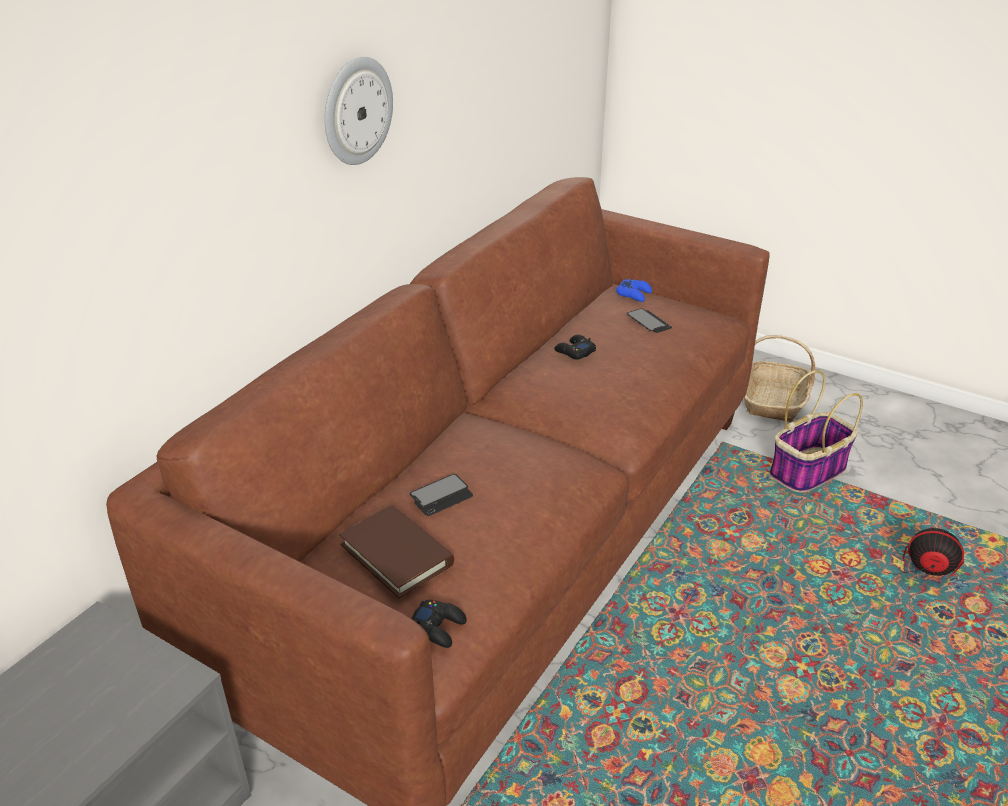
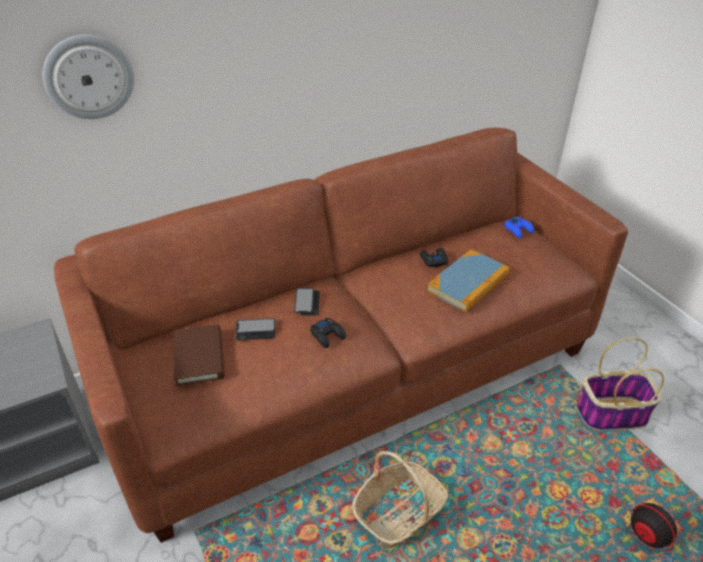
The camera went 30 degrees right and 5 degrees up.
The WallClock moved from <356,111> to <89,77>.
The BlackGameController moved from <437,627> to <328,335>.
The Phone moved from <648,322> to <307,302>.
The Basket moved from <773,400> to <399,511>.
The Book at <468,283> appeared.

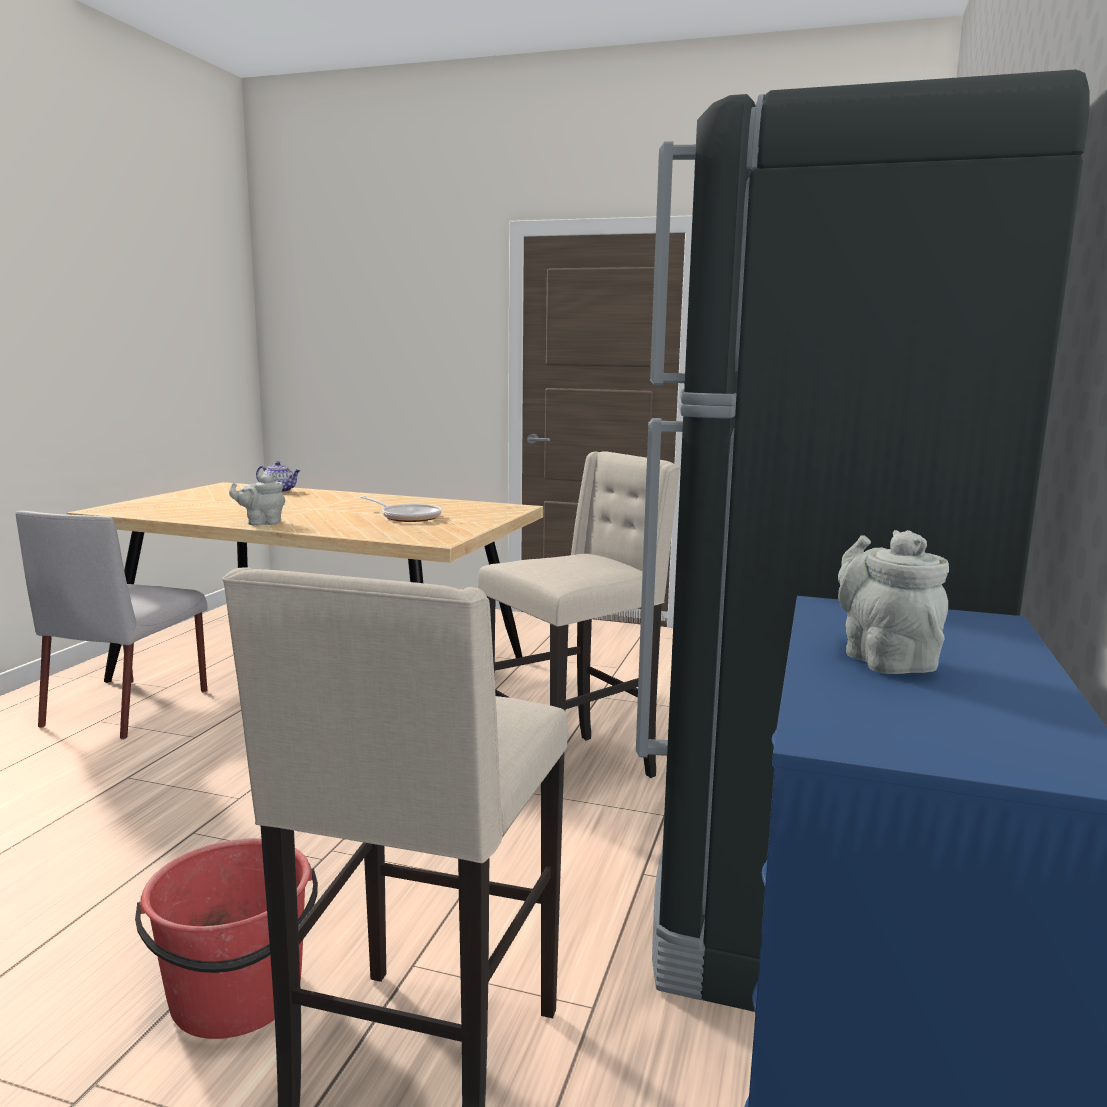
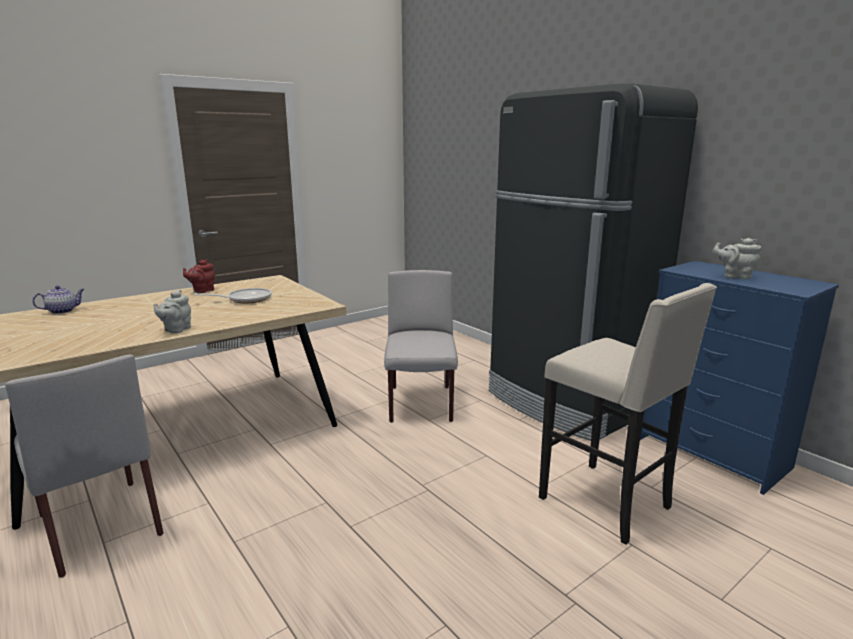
The camera went 55 degrees left and 5 degrees up.
The RedBucket at <237,996> disappeared.
The BeigeStool at <573,771> was replaced by the GreyChair at <421,404>.
The RedTeapot at <202,291> appeared.

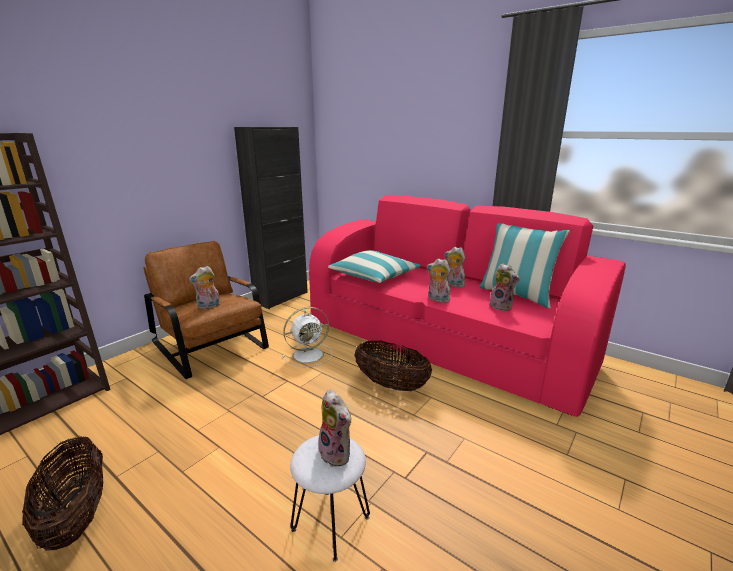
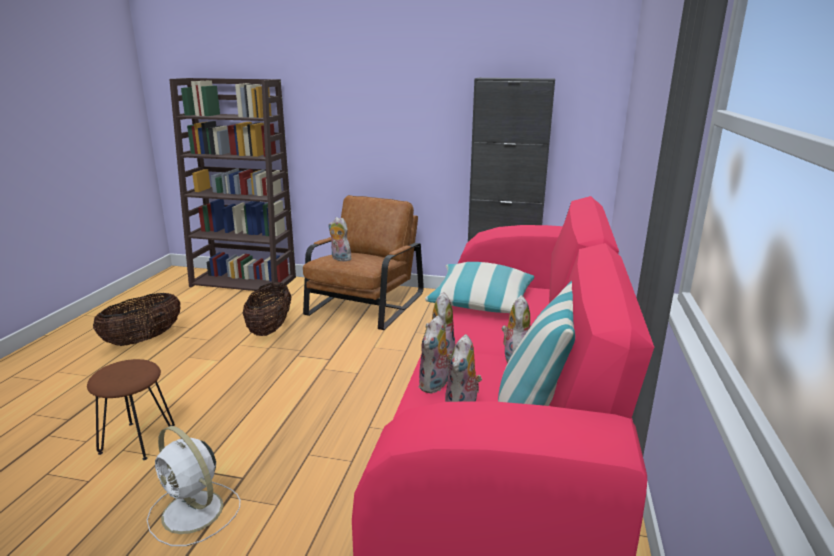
The camera went 65 degrees right and 0 degrees up.
The WhiteFan moved from <309,355> to <194,513>.
The WhiteStool at <330,523> became the BrownStool at <138,440>.
The PlushToy moved from <337,453> to <435,385>.
The Basket moved from <391,385> to <270,329>.

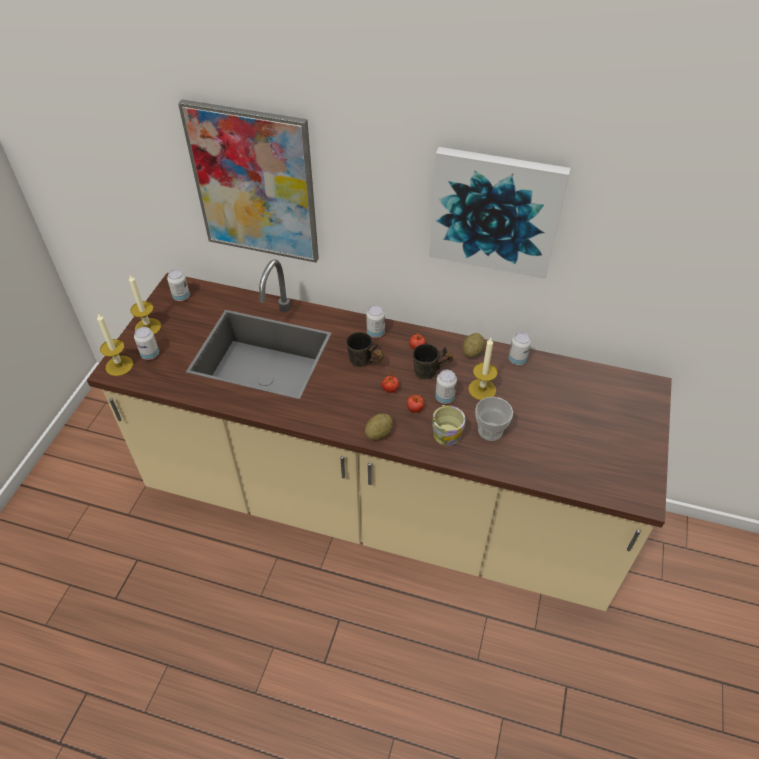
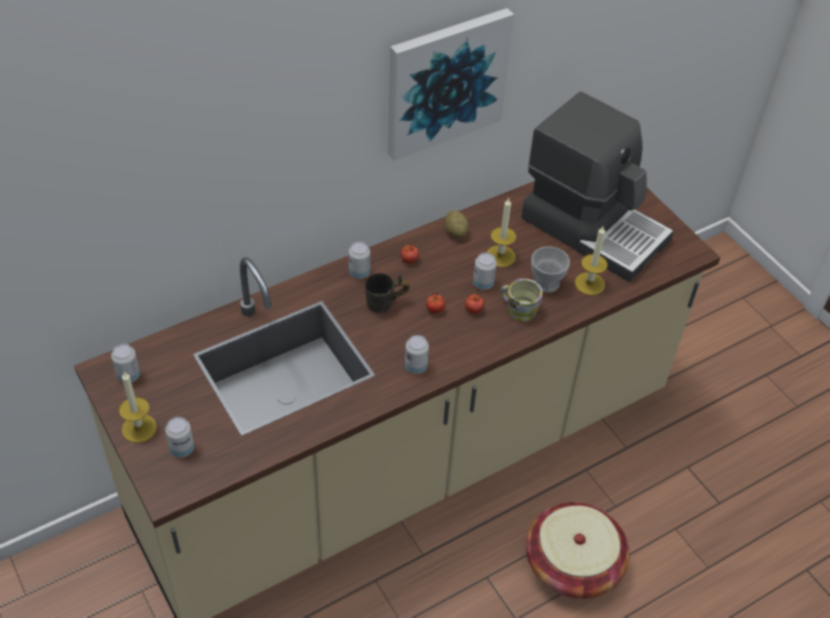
The camera went 50 degrees left and 0 degrees up.
The Candle moved from <119,365> to <589,284>.
The Picture at <254,184> disappeared.
The Potato at <378,433> disappeared.
The GreyMug at <431,373> disappeared.
The Can moved from <517,360> to <416,366>.
The CoffeeMachine at <594,227> appeared.
The Basket at <573,564> appeared.

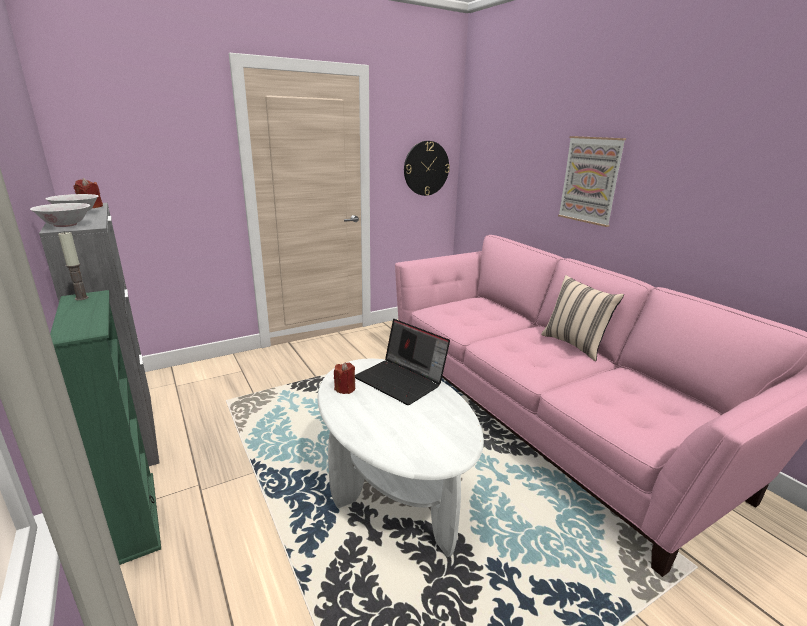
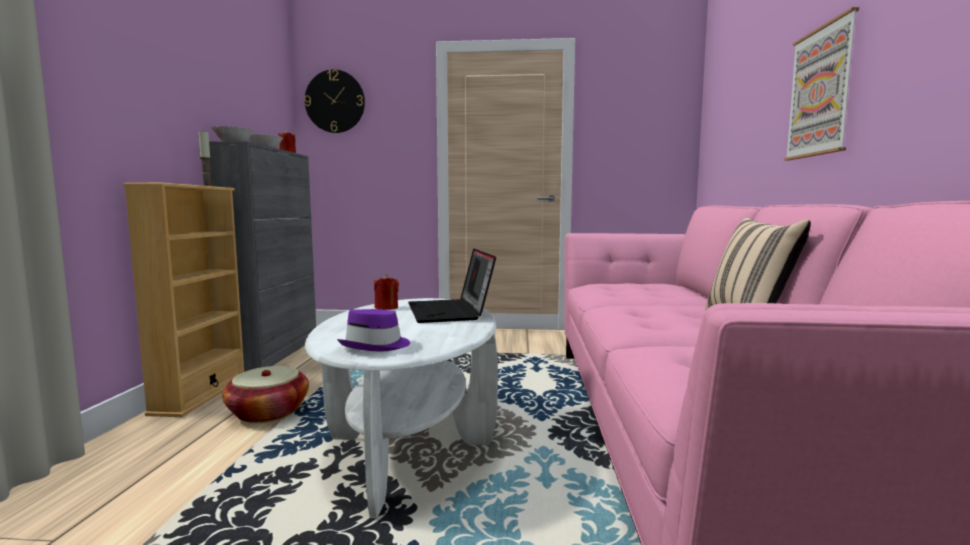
The camera went 35 degrees right and 15 degrees down.
The GreenBookcase at <135,516> became the BeigeBookcase at <200,394>.
The WallClock moved from <426,168> to <335,101>.
The Basket at <268,412> appeared.
The PurpleHat at <376,346> appeared.

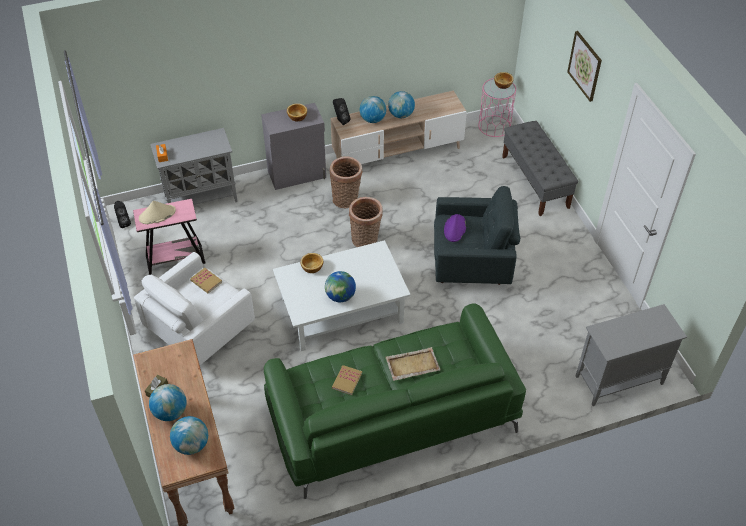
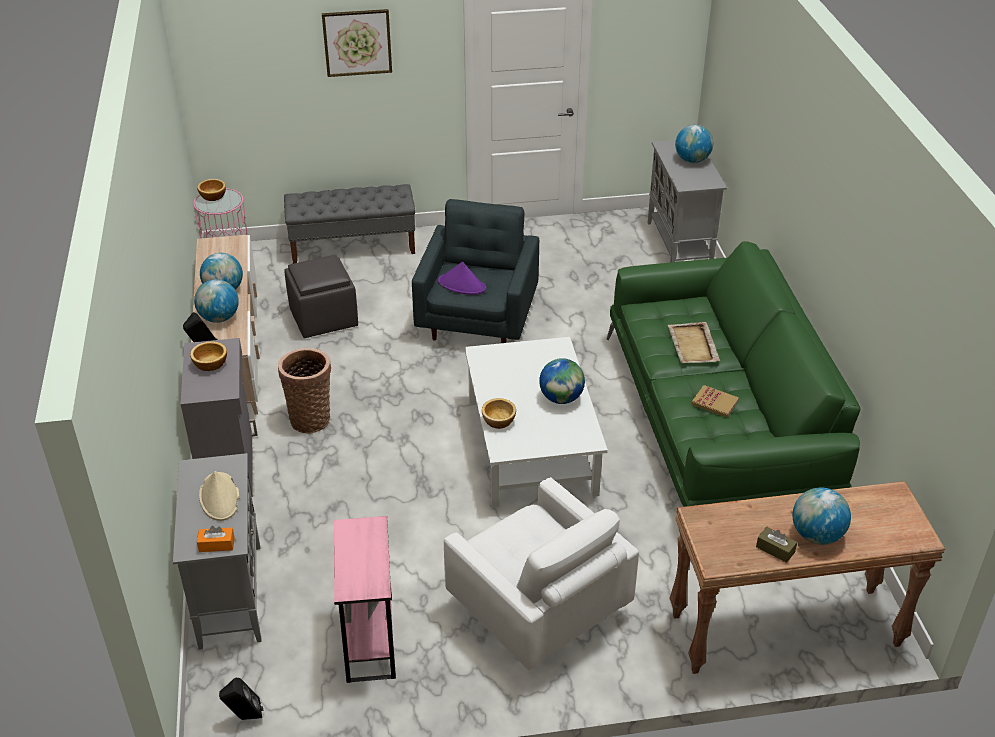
The camera went 80 degrees left and 10 degrees down.
The BeigeHat moved from <157,215> to <219,497>.
The Globe moved from <192,445> to <692,160>.
The Book at <206,281> disappeared.
The Basket at <366,240> disappeared.
The GreyOttoman at <324,317> appeared.

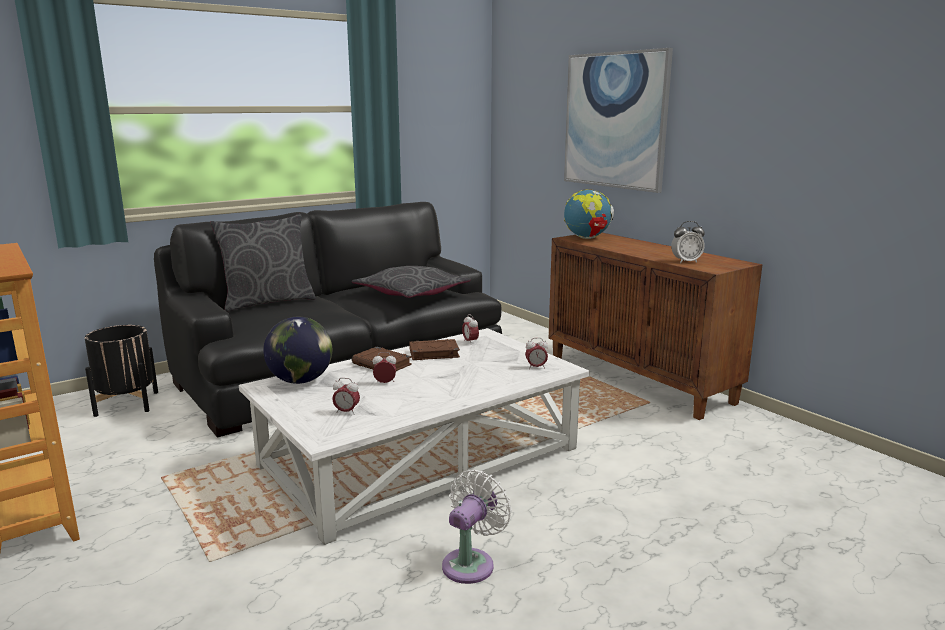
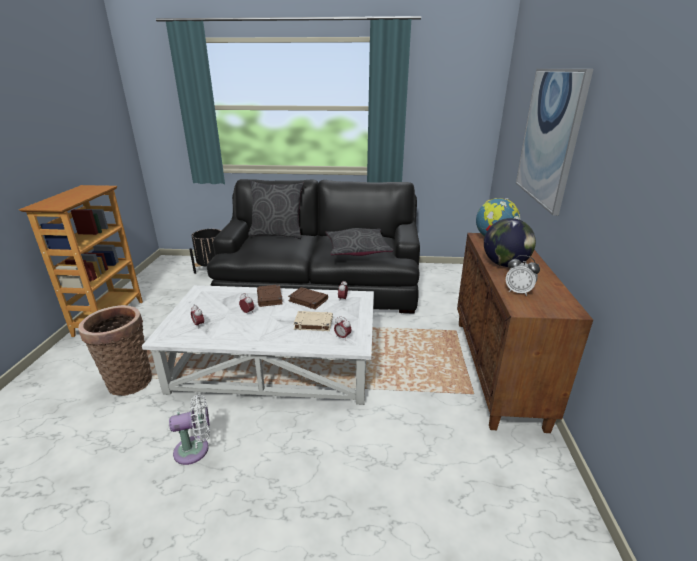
The camera went 40 degrees right and 10 degrees up.
The Globe moved from <300,381> to <504,264>.
The Basket at <128,380> appeared.
The BeigeBook at <313,323> appeared.

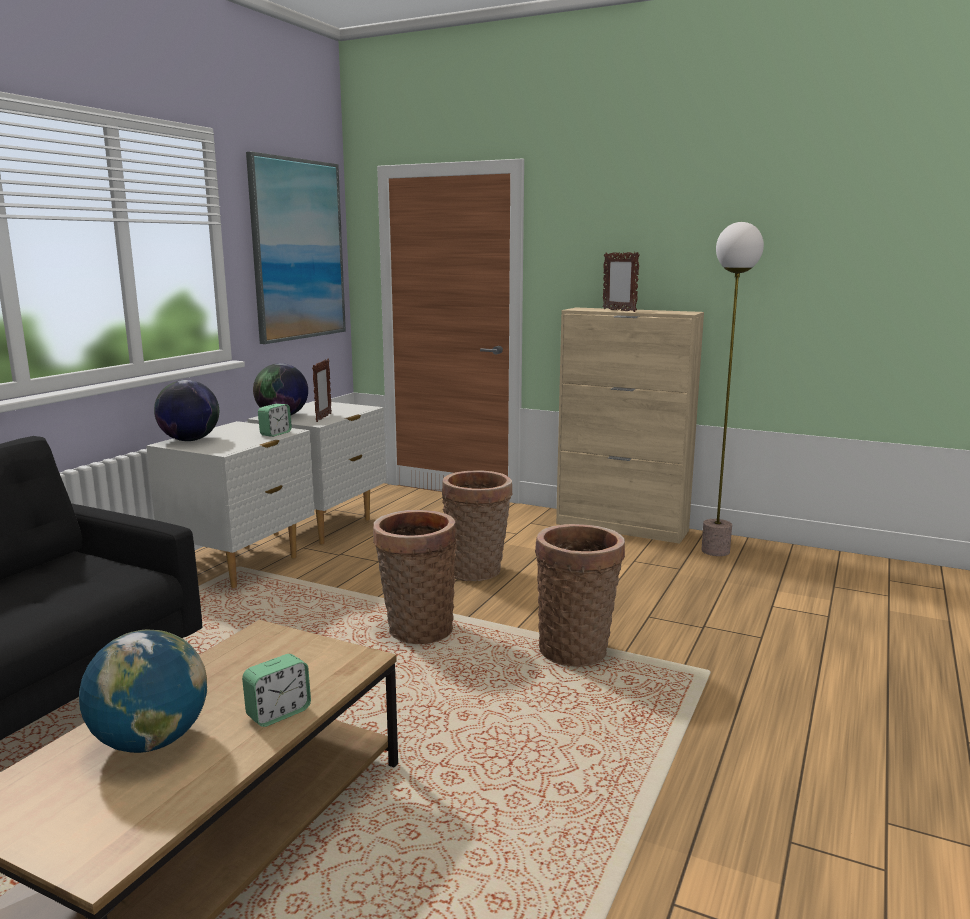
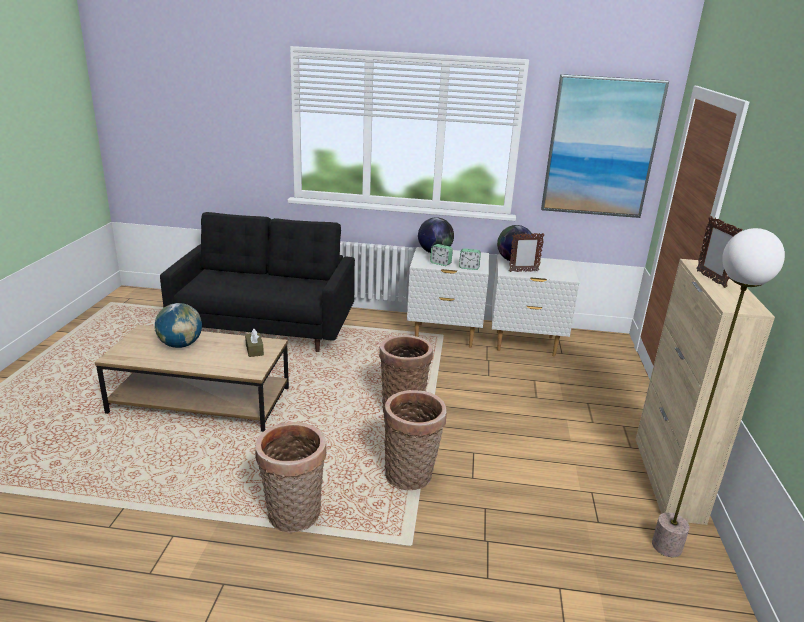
The camera went 70 degrees right and 10 degrees up.
The AlarmClock moved from <278,713> to <440,263>.
The Basket moved from <477,571> to <293,517>.
The PictureFrame at <619,310> turned 45 degrees counterclockwise.
The BrownTissueBox at <254,350> appeared.

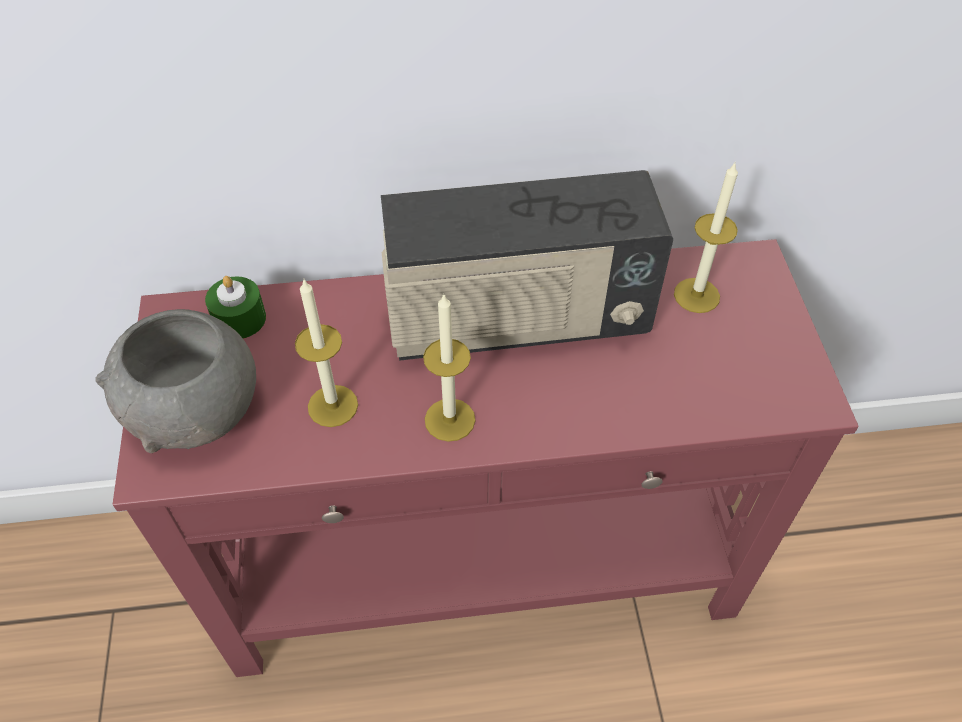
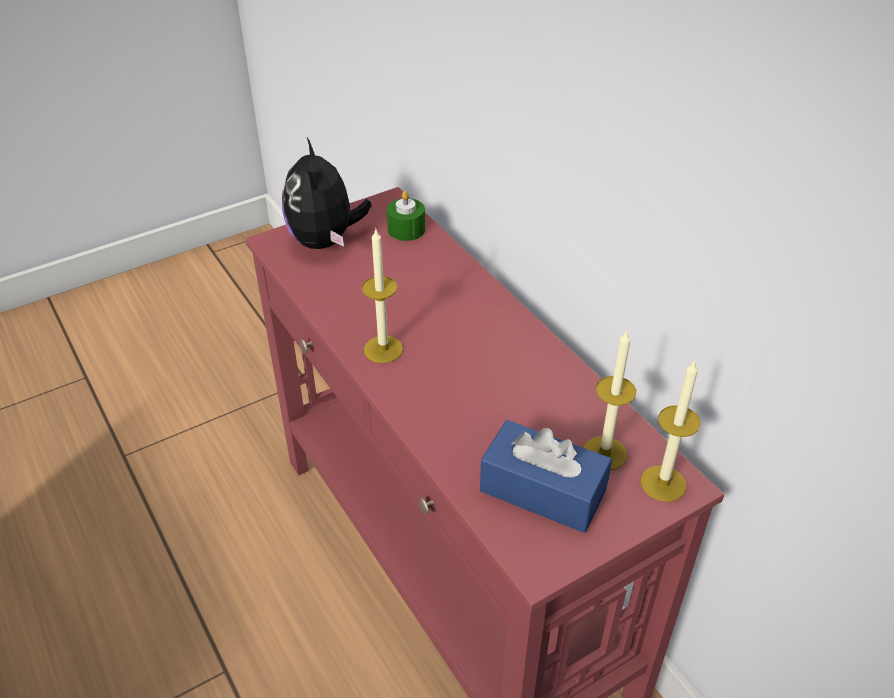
The camera went 65 degrees right and 10 degrees down.
The GreyBowl at <197,410> was replaced by the PlushToy at <325,241>.
The Candle moved from <333,406> to <663,483>.
The Radio at <517,322> disappeared.
The BlueTissueBox at <542,490> appeared.

